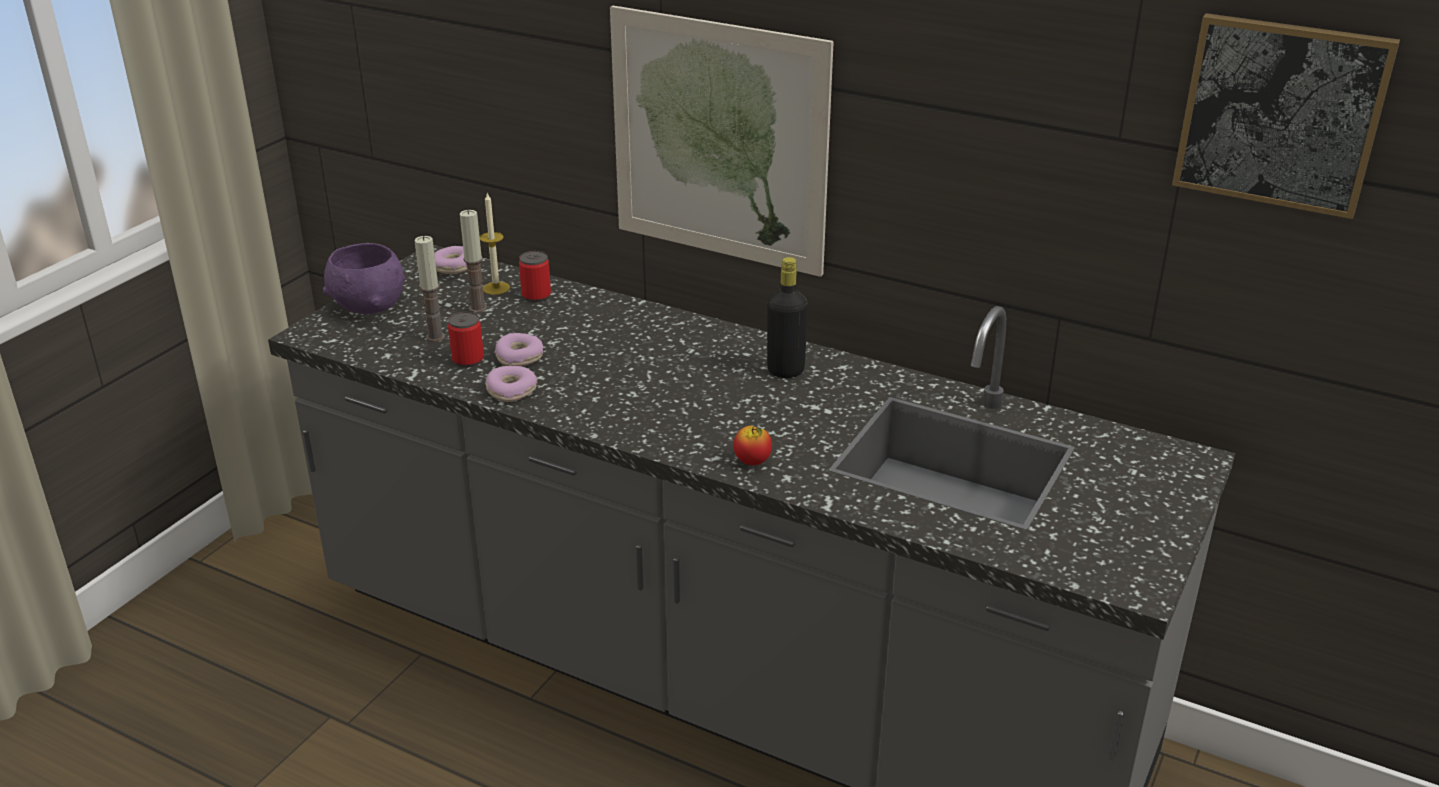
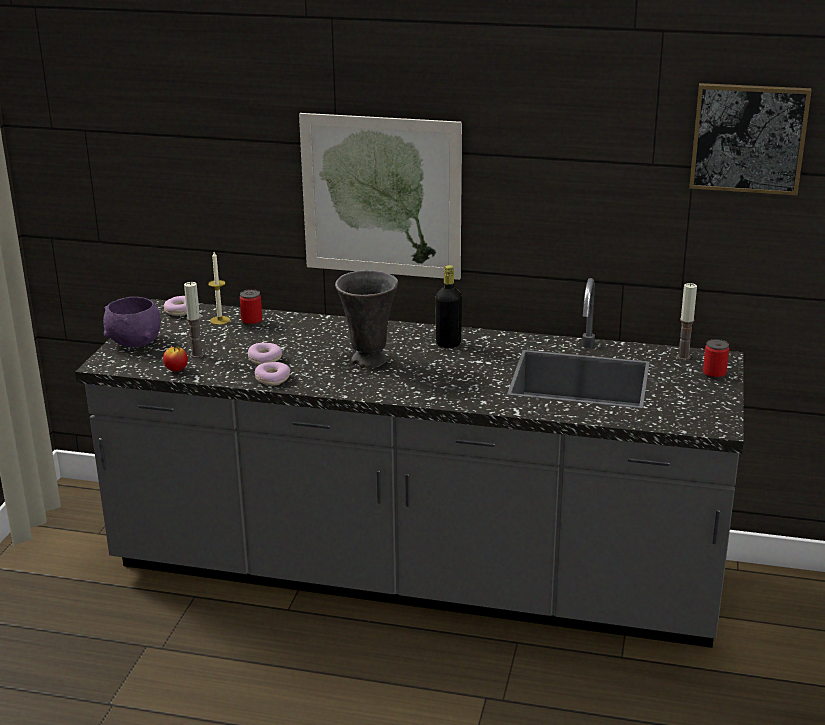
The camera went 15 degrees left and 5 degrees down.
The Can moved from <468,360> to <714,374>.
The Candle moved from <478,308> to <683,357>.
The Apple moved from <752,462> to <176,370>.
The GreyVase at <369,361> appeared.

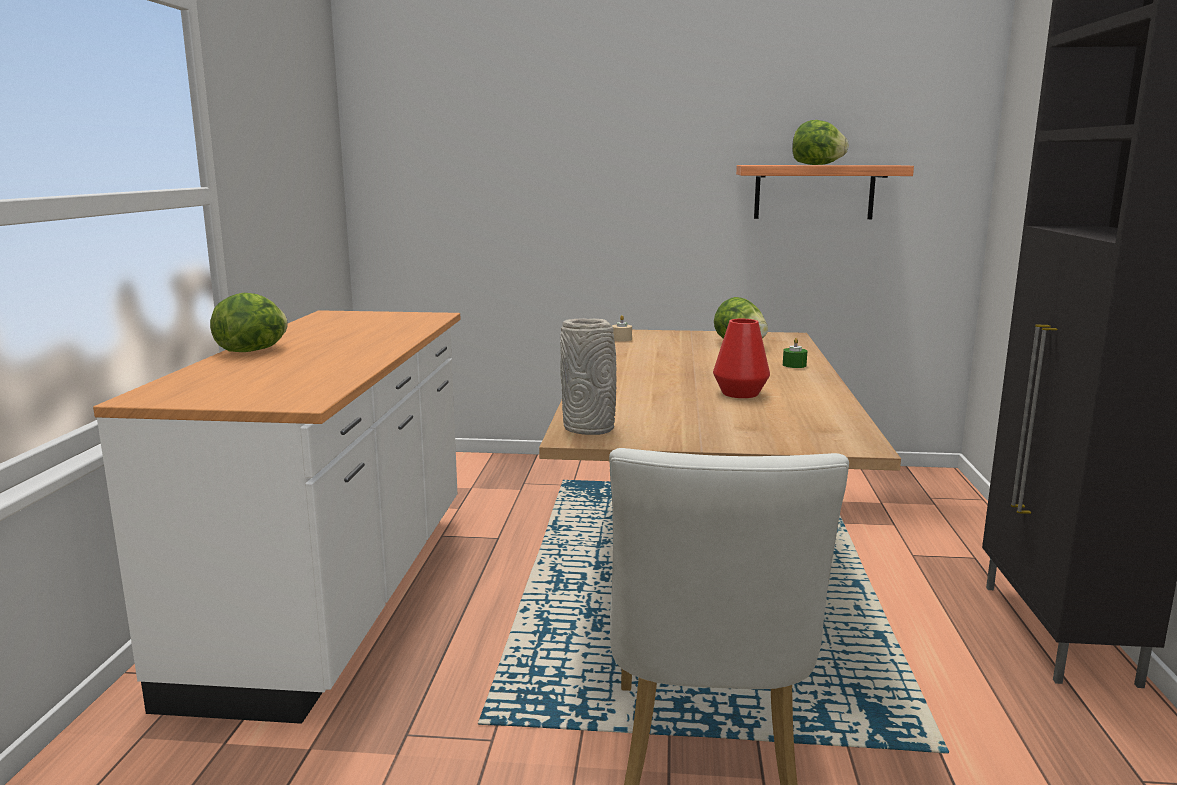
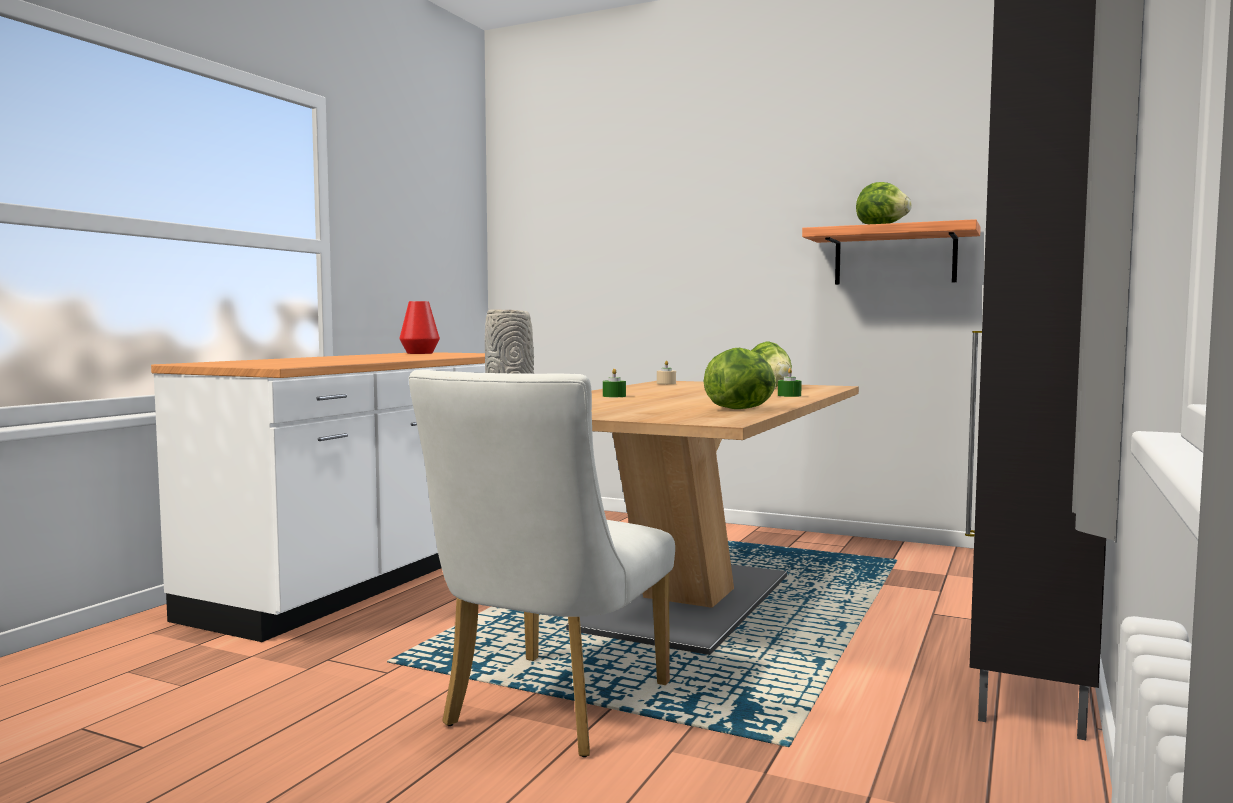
The camera went 20 degrees right and 10 degrees down.
The Lettuce moved from <253,350> to <741,409>.
The RedVase moved from <740,393> to <419,353>.
The GreenCandle at <614,396> appeared.

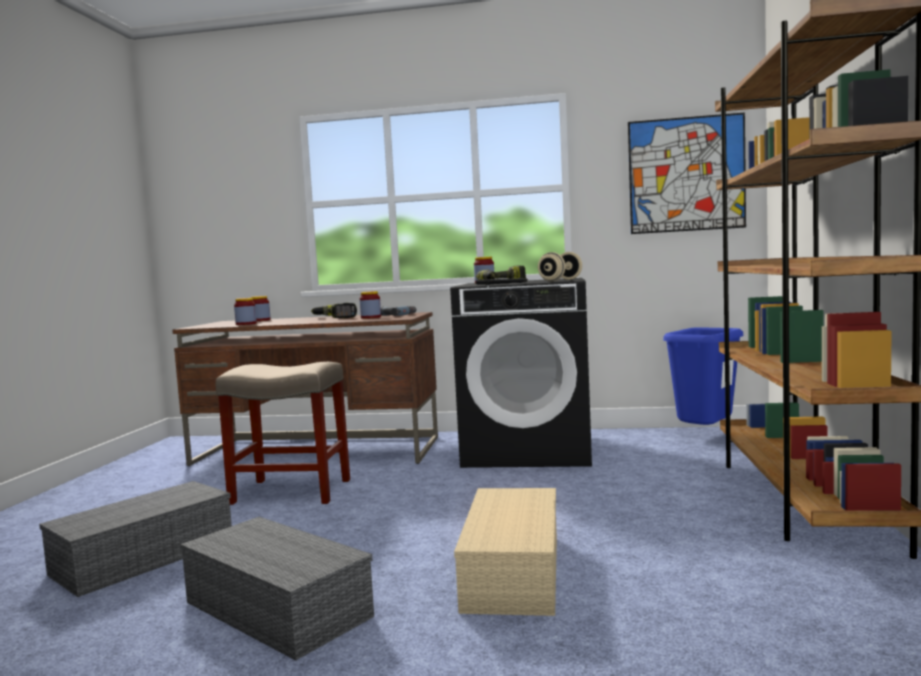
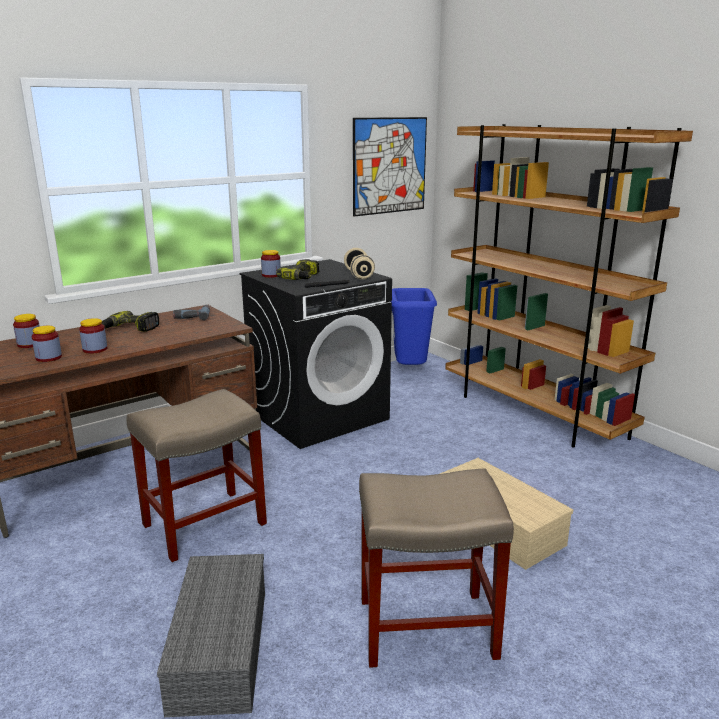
The camera went 45 degrees left and 15 degrees up.
The GreyStorageBox at <273,609> was replaced by the BeigeStool at <424,628>.
The Jar moved from <371,317> to <95,349>.

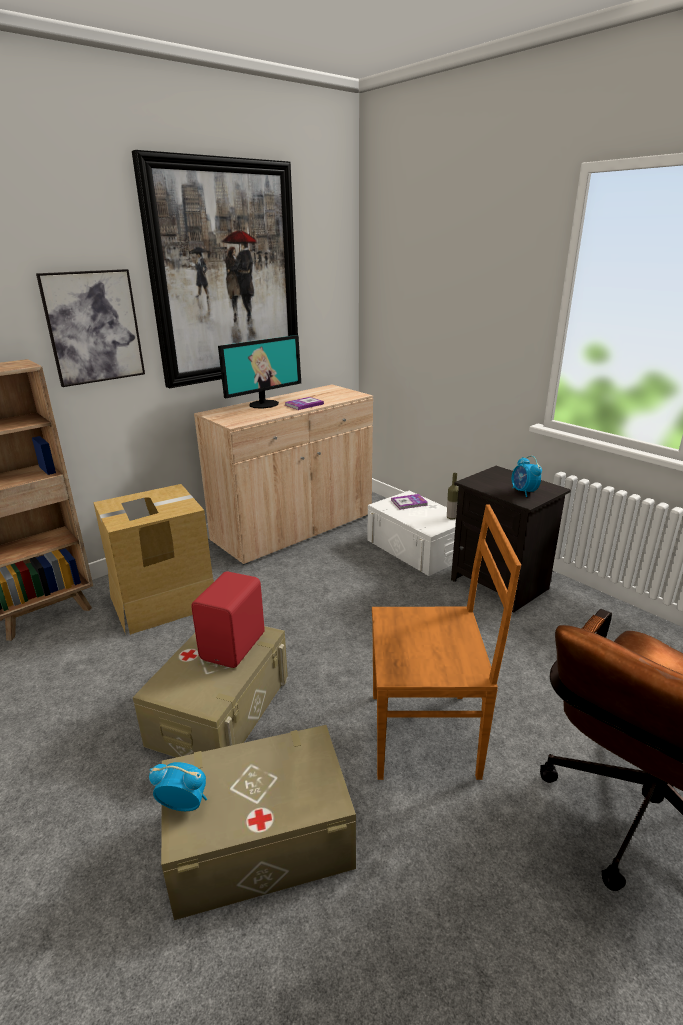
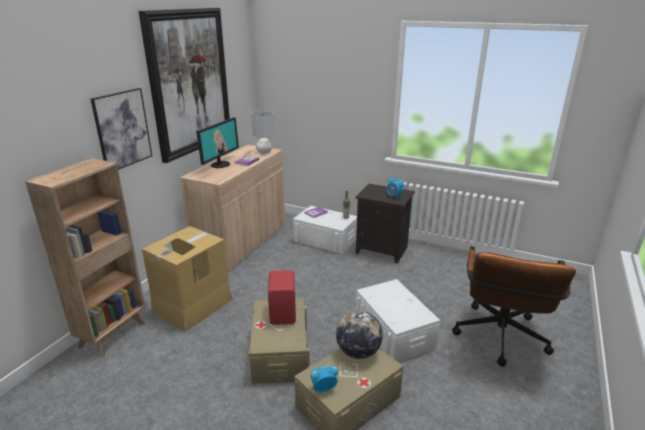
The camera went 25 degrees left and 0 degrees up.
The BrownChair at <427,734> was replaced by the WhiteStorageBox at <394,332>.
The GreyTableLamp at <264,152> appeared.
The Globe at <358,352> appeared.

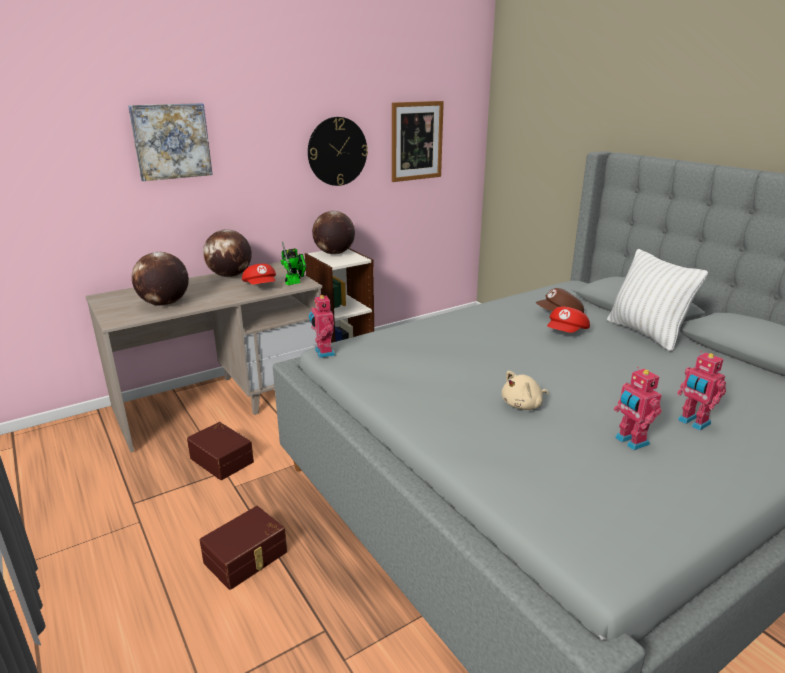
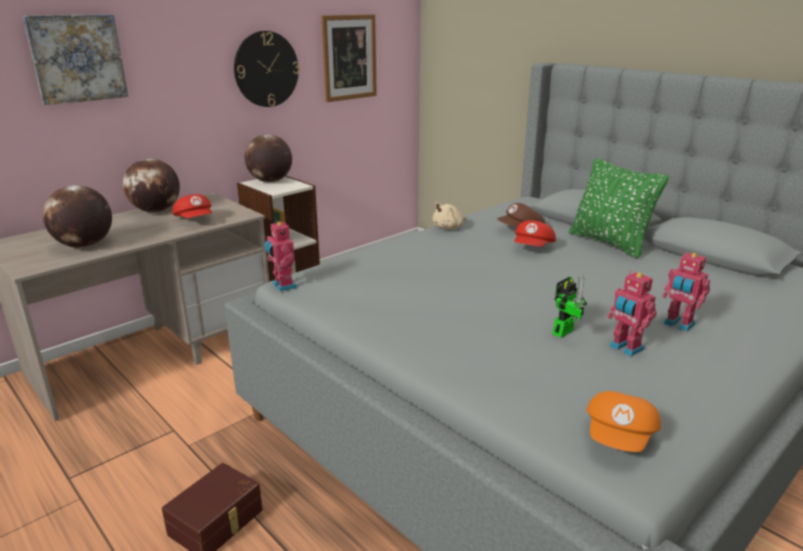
The camera went 10 degrees left and 0 degrees up.
The BrownStorageBox at <223,459> disappeared.
The ToyRobot moved from <295,282> to <565,330>.
The BeigePlushToy moved from <523,405> to <449,228>.
The WhitePillow at <645,333> became the GreenPillow at <609,243>.
The OrangeCap at <620,438> appeared.

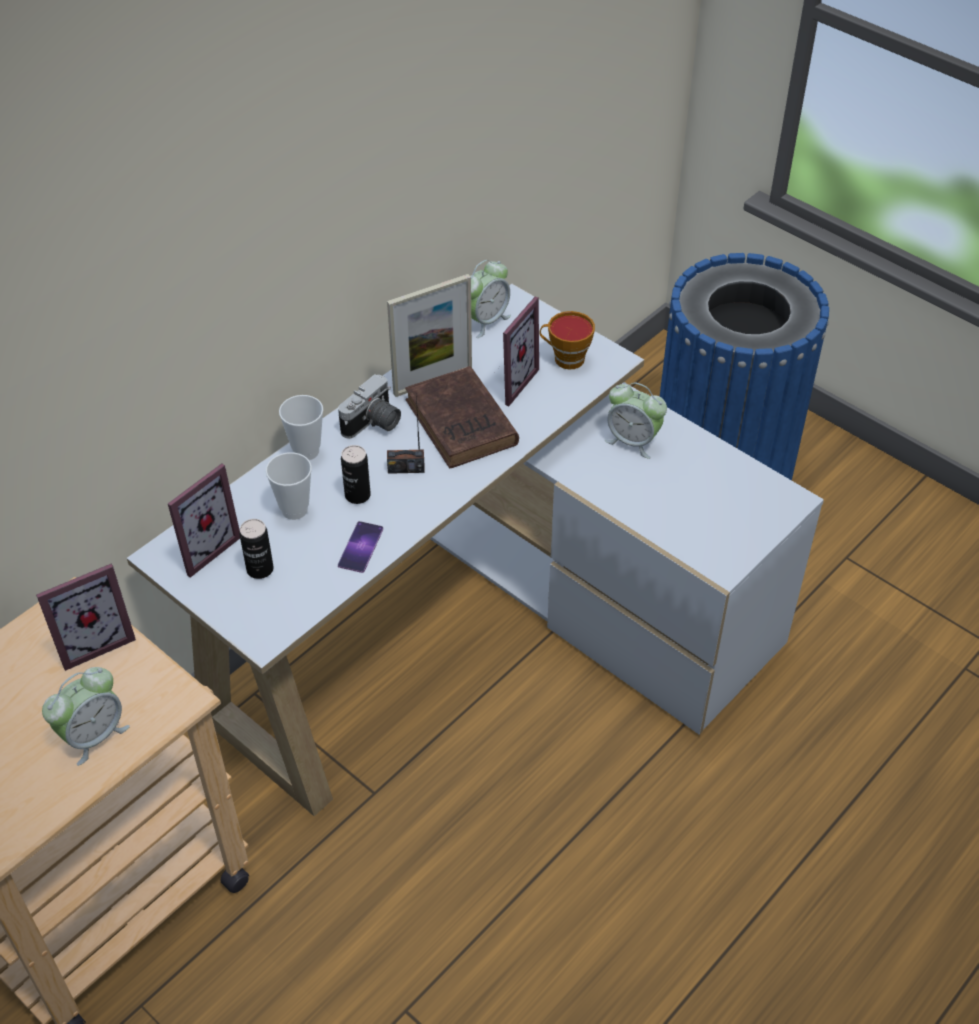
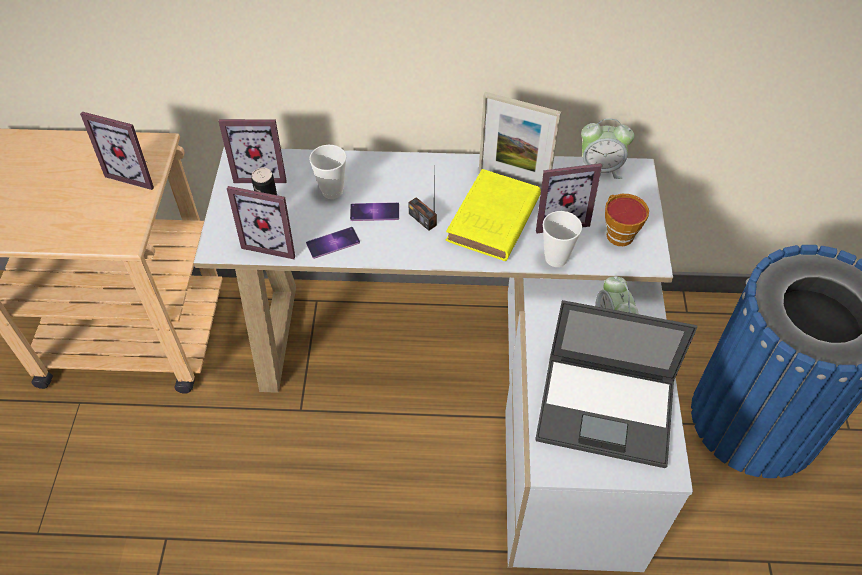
The camera went 50 degrees right and 5 degrees up.
The AlarmClock at <93,735> disappeared.
The Cup moved from <306,451> to <556,258>.
The PhotoCamera at <373,424> disappeared.
The Can at <357,495> was replaced by the Phone at <374,212>.
The BrownBook at <462,424> became the YellowBook at <492,221>.
The PictureFrame at <273,242> appeared.
The Laptop at <607,409> appeared.

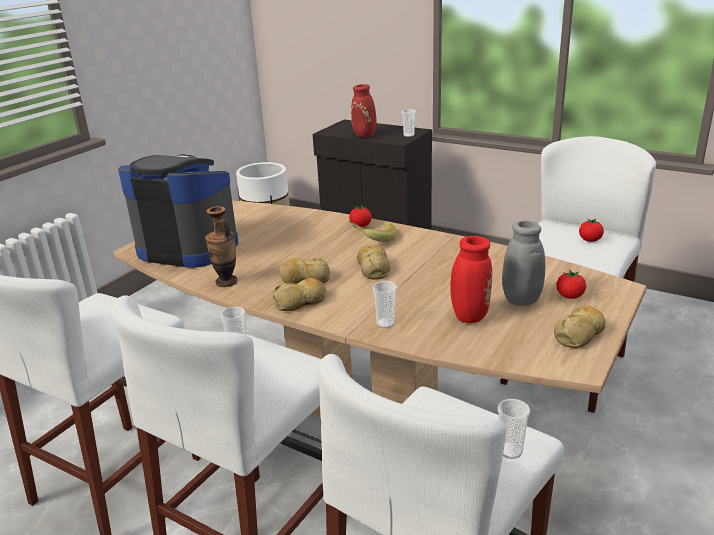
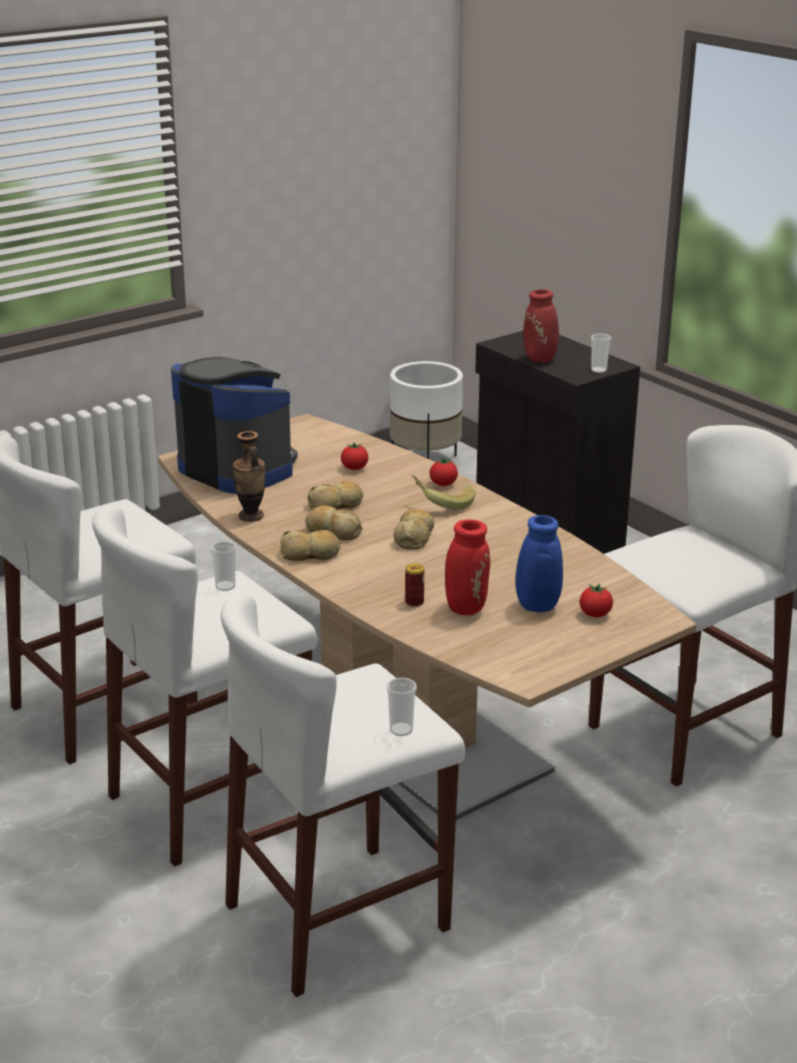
The camera went 20 degrees right and 0 degrees up.
The Cup at <385,323> disappeared.
The GreyVase at <520,302> became the BlueVase at <535,608>.
The Bread moved from <579,334> to <336,505>.
The Tomato moved from <590,240> to <354,468>.
The Can at <414,602> appeared.

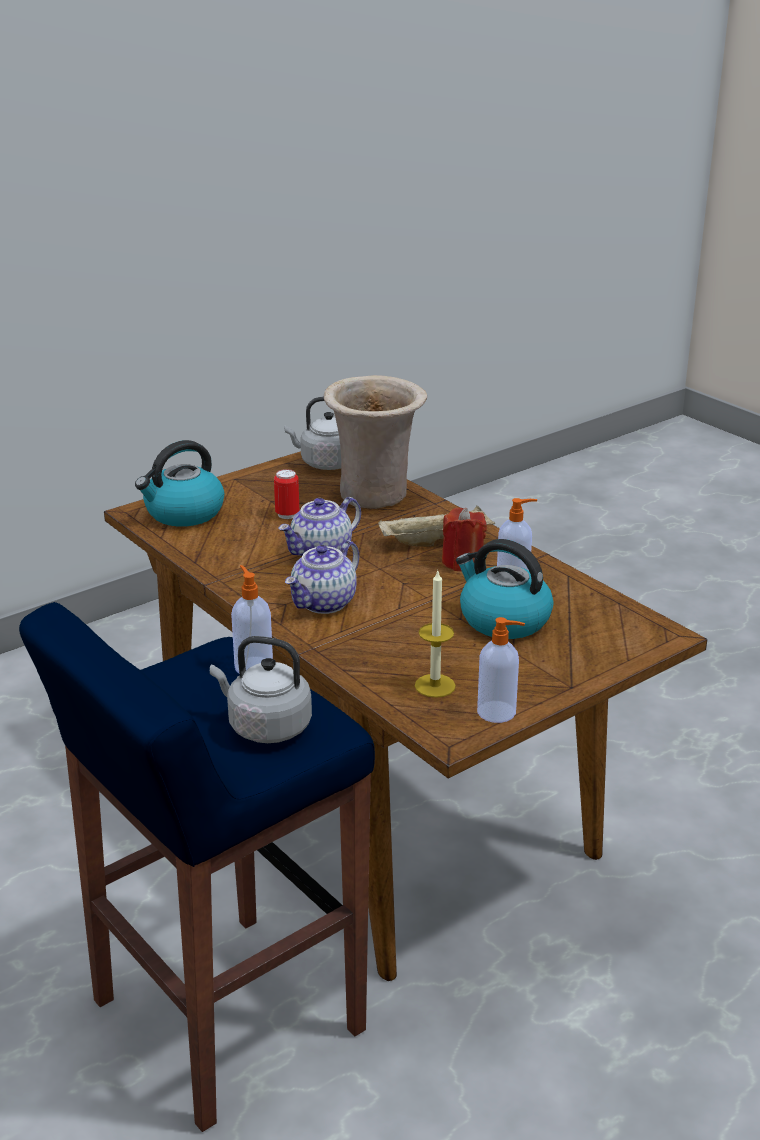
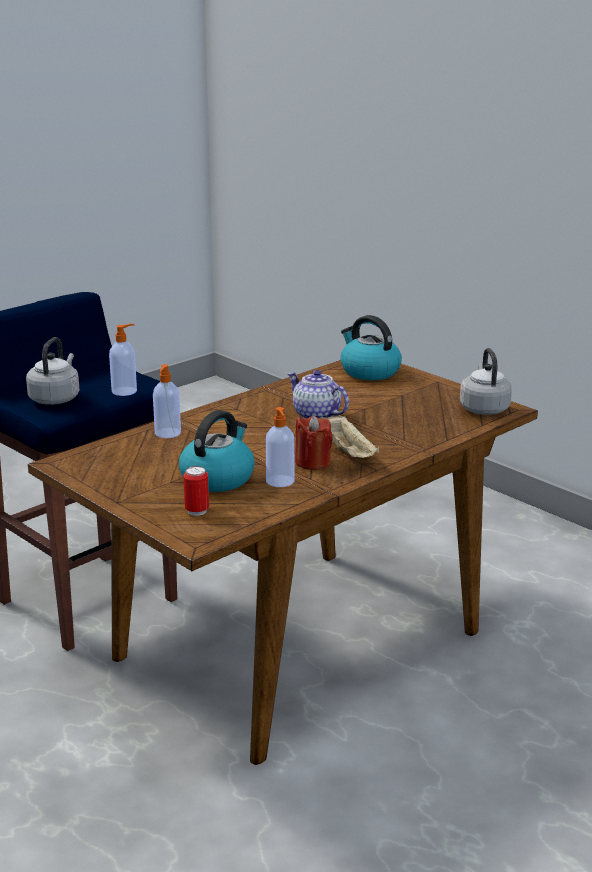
The camera went 85 degrees right and 5 degrees down.
The Can moved from <287,514> to <197,511>.
The Teapot at <324,603> disappeared.
The BeigeVase at <376,496> disappeared.
The Candle at <435,686> disappeared.
The SoapDispenser moved from <498,712> to <167,433>.

